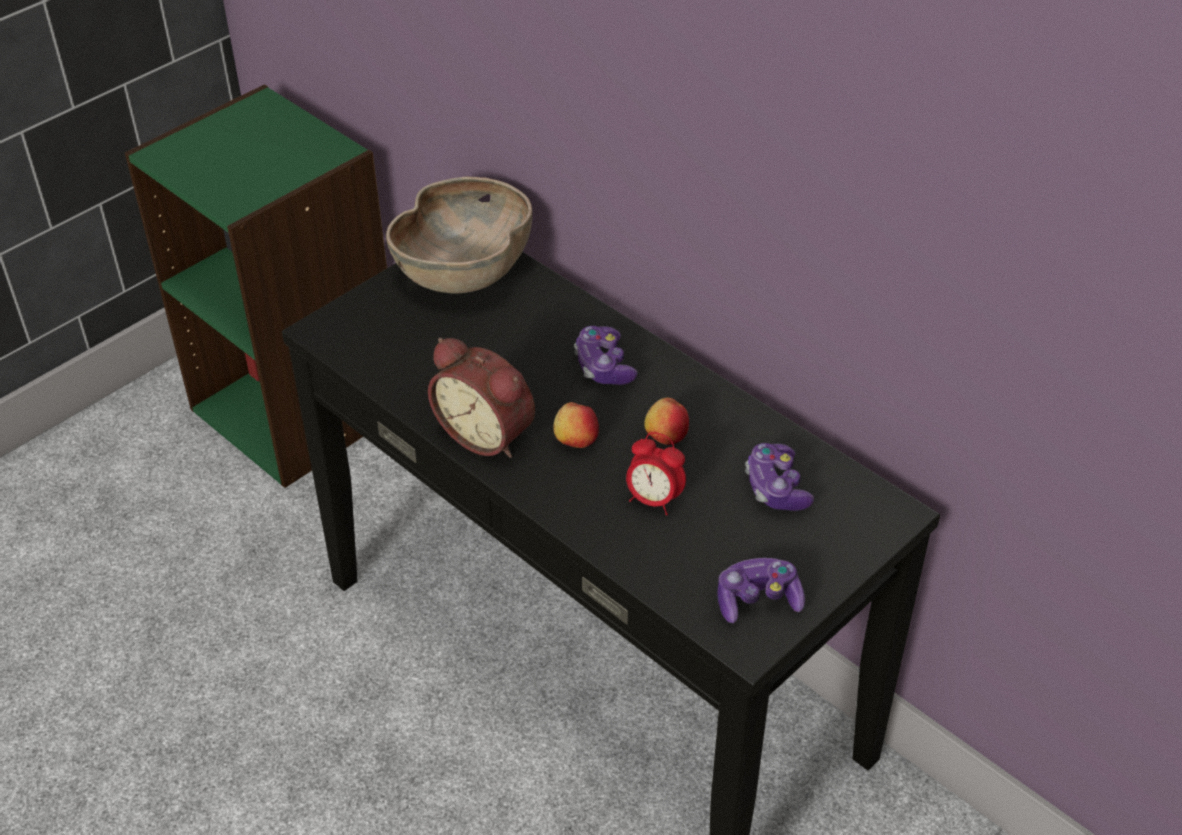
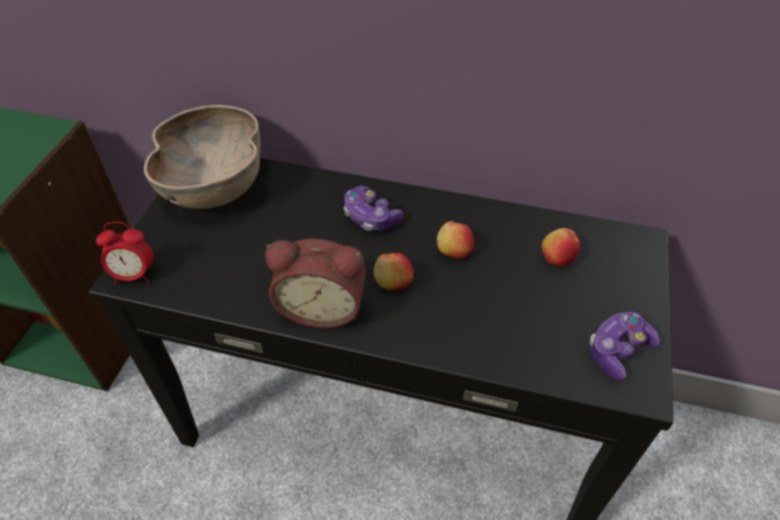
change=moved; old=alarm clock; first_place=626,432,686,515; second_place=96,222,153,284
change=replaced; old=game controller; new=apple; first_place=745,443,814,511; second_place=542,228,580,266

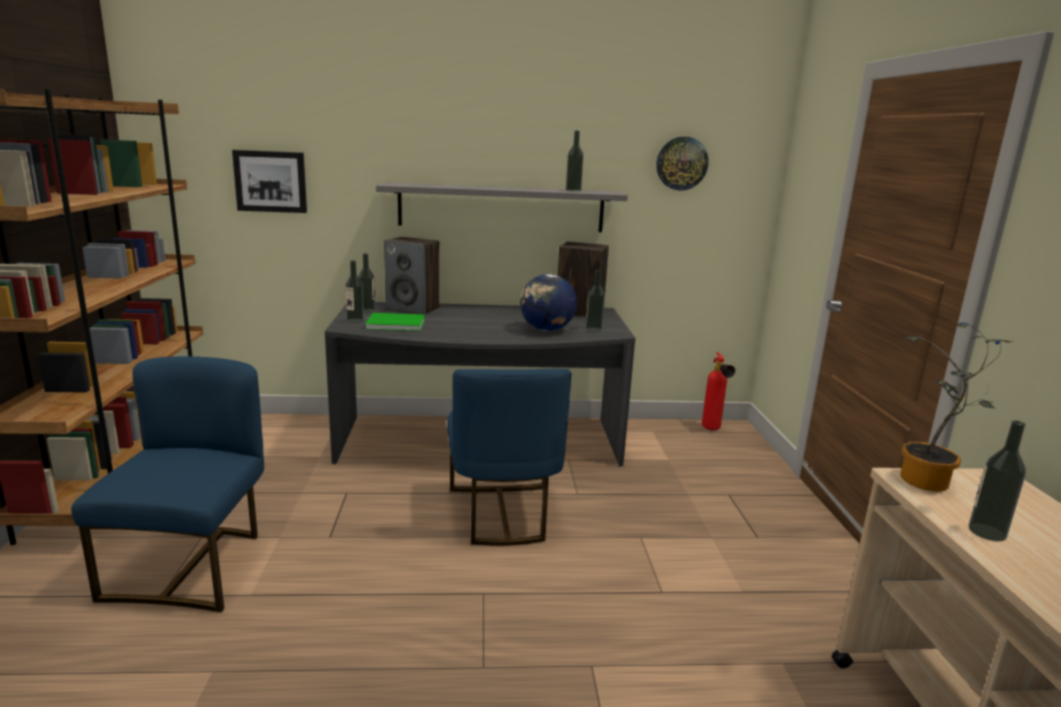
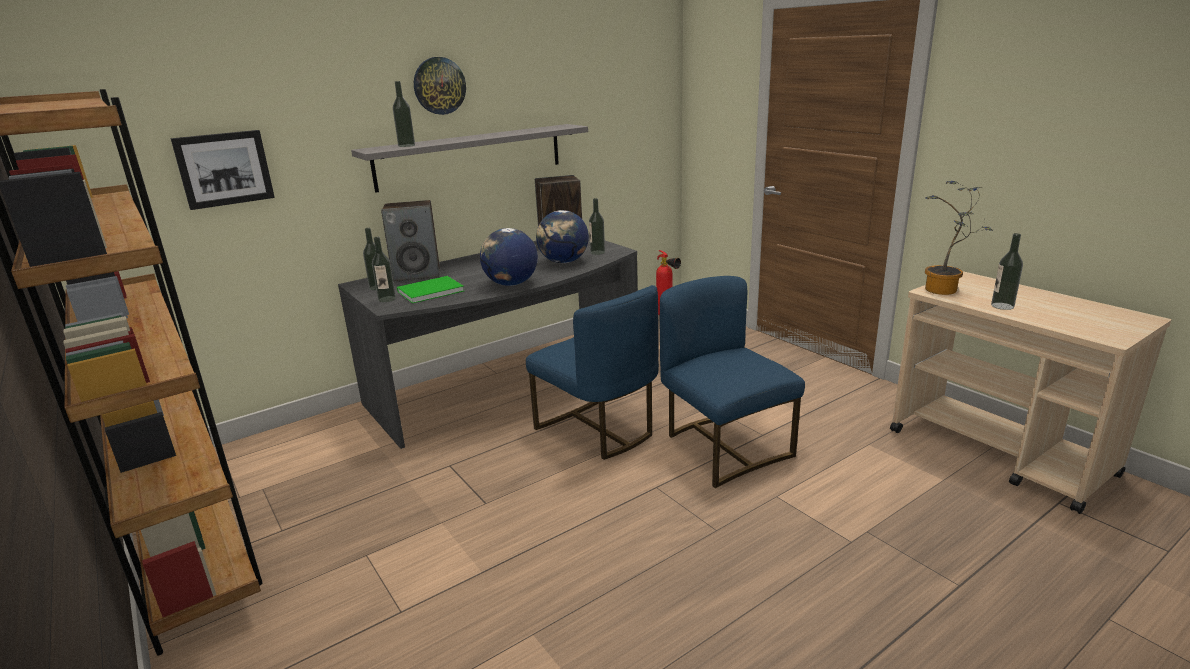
change=moved; old=blue chair; first_place=71,356,264,612; second_place=660,276,805,488
change=moved; old=bottle; first_place=566,131,584,192; second_place=393,81,415,147
change=moved; old=wall clock; first_place=656,137,708,191; second_place=414,57,466,115
change=added; new=globe; second_place=480,228,538,286

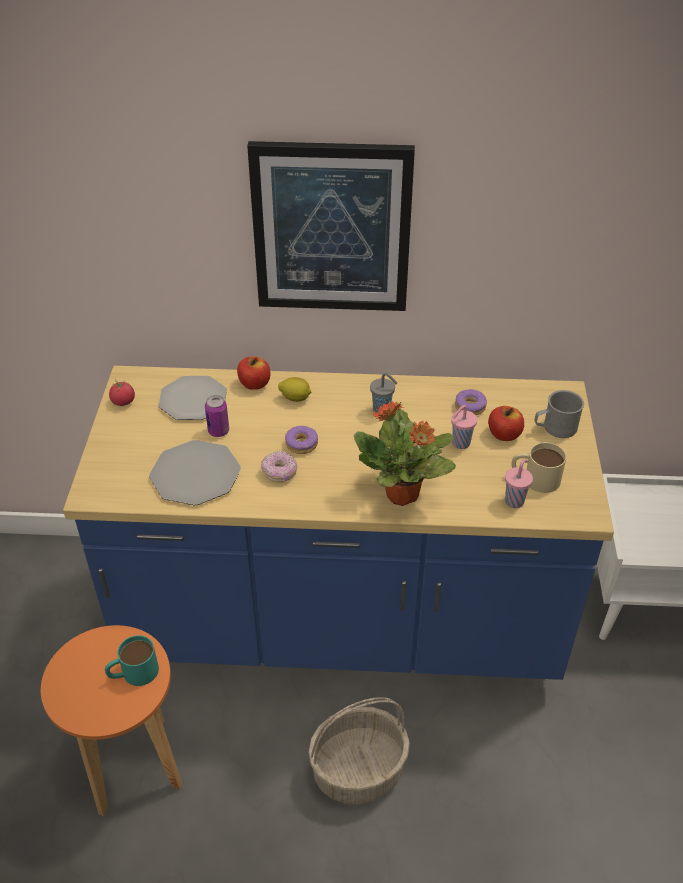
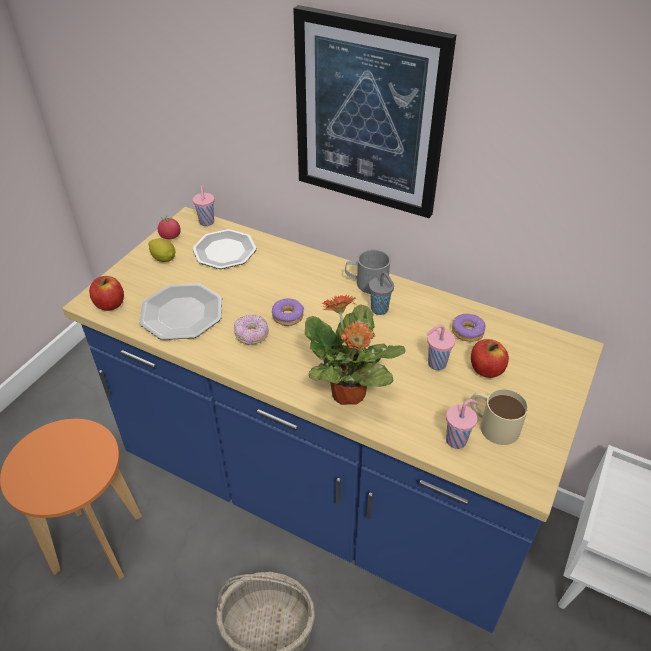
change=removed; old=turquoise mug; first_place=105,635,159,686
change=removed; old=can; first_place=205,395,229,437
change=moved; old=apple; first_place=237,356,271,390; second_place=89,276,124,311
change=moved; old=lemon; first_place=278,377,311,402; second_place=148,238,175,262
change=moved; old=grey mug; first_place=534,390,584,438; second_place=345,249,391,294
change=added; new=pink cup; second_place=193,186,214,226

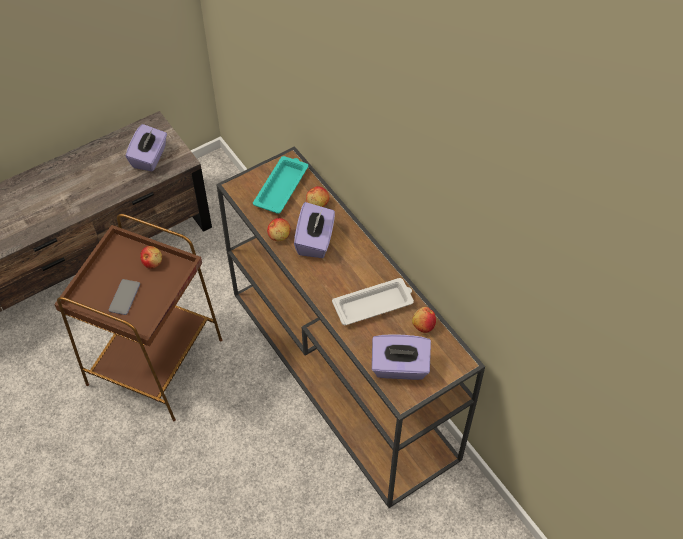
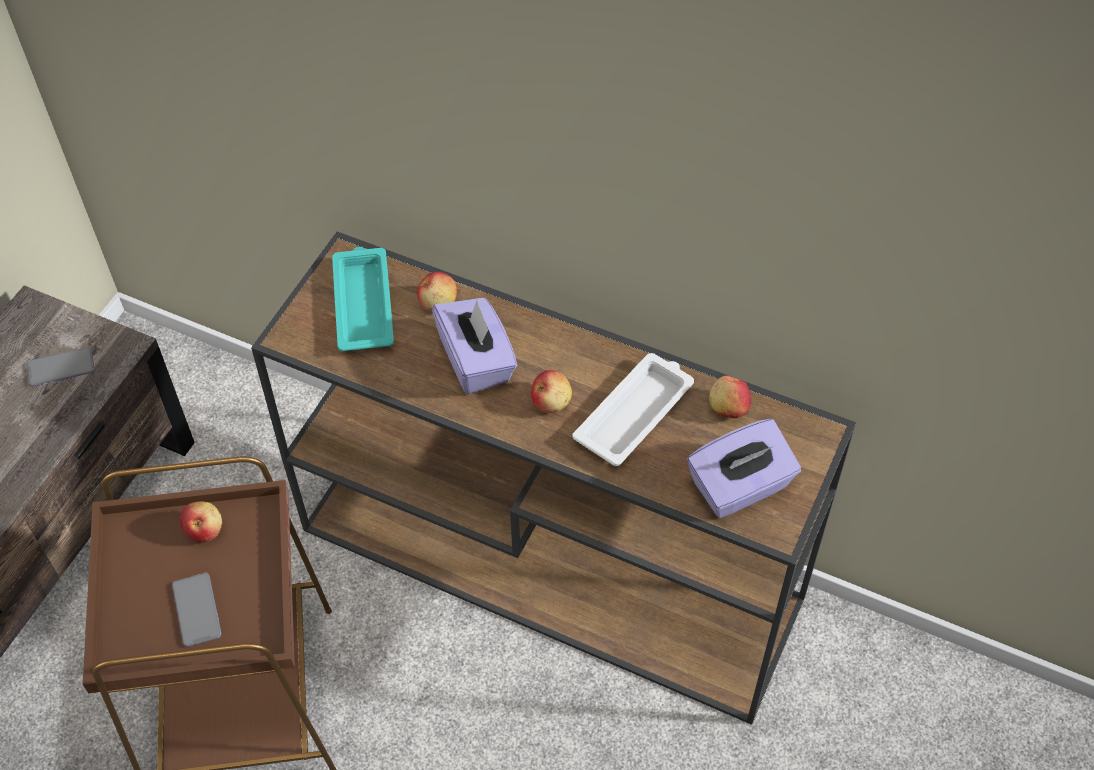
change=replaced; old=purple tissue box; new=phone; first_place=125,124,167,171; second_place=26,347,95,387
change=moved; old=apple; first_place=267,218,290,241; second_place=531,370,572,413

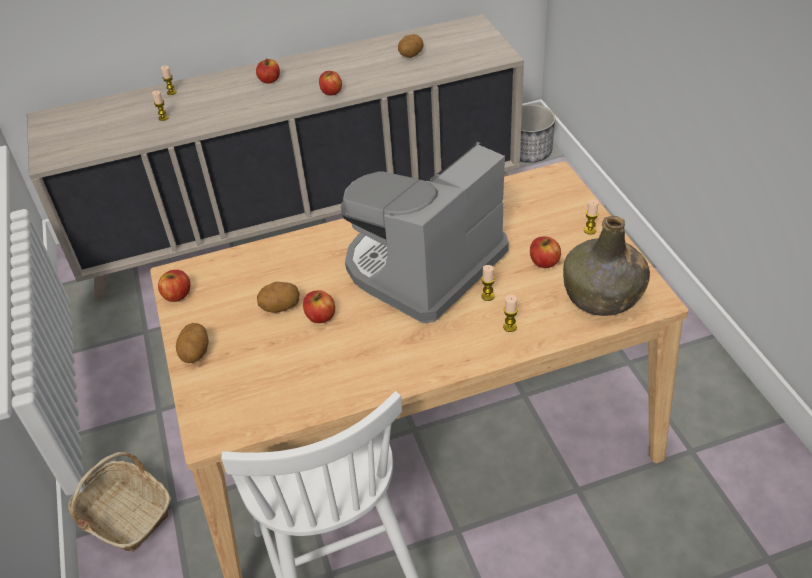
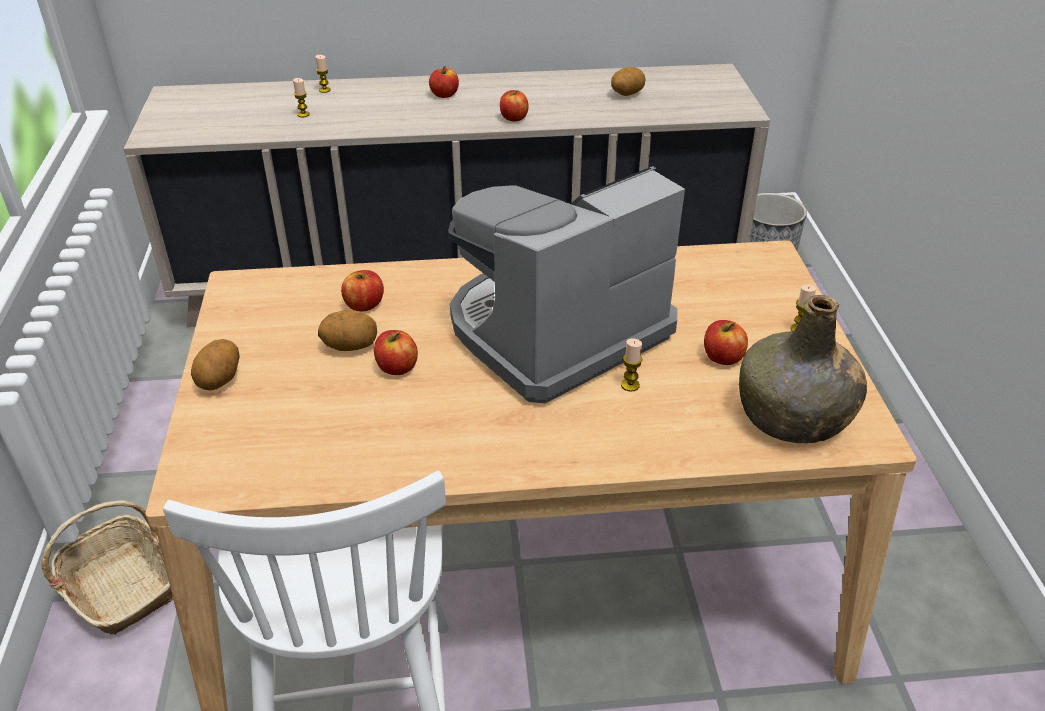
change=moved; old=apple; first_place=158,270,191,302; second_place=341,270,384,312
change=removed; old=candle; first_place=503,294,518,332

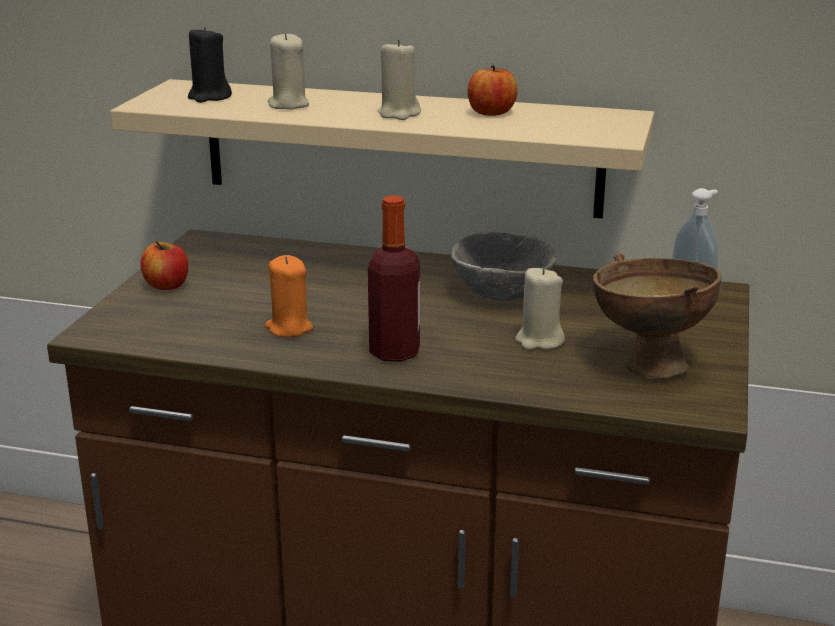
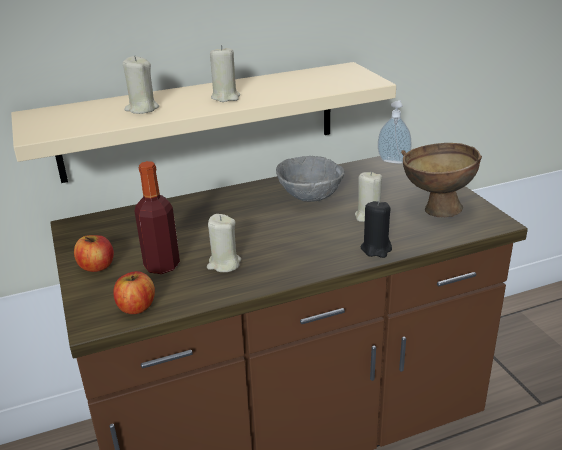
change=moved; old=black candle; first_place=188,26,232,103; second_place=360,201,392,258
change=recoloured; old=orange candle; new=beige candle; first_place=265,255,313,337; second_place=207,214,241,272
change=moved; old=bottle; first_place=368,195,420,362; second_place=134,161,180,274
change=moved; old=apple; first_place=468,65,518,116; second_place=113,271,155,314

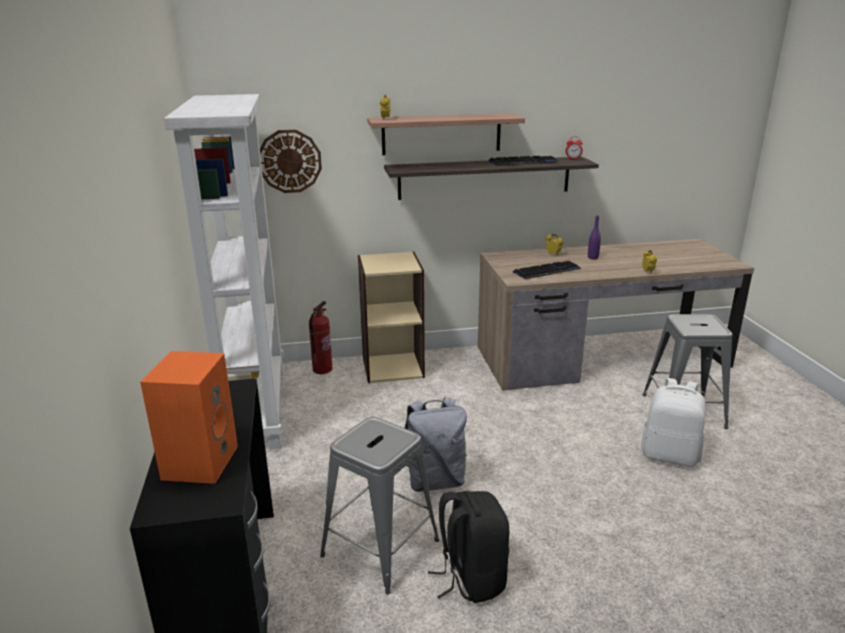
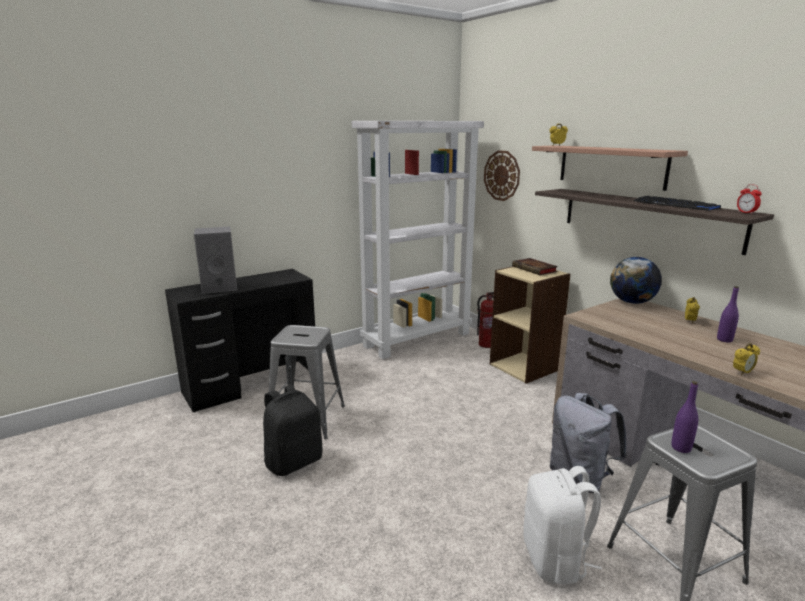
change=recoloured; old=orange speaker; new=grey speaker; first_place=140,351,238,484; second_place=194,226,237,294
change=moved; old=grey backpack; first_place=405,397,467,492; second_place=550,393,627,493
change=removed; old=keyboard; first_place=513,261,581,279
change=added; new=book; second_place=512,258,558,275
change=added; new=globe; second_place=610,257,662,304
change=added; new=purple bottle; second_place=671,381,698,453

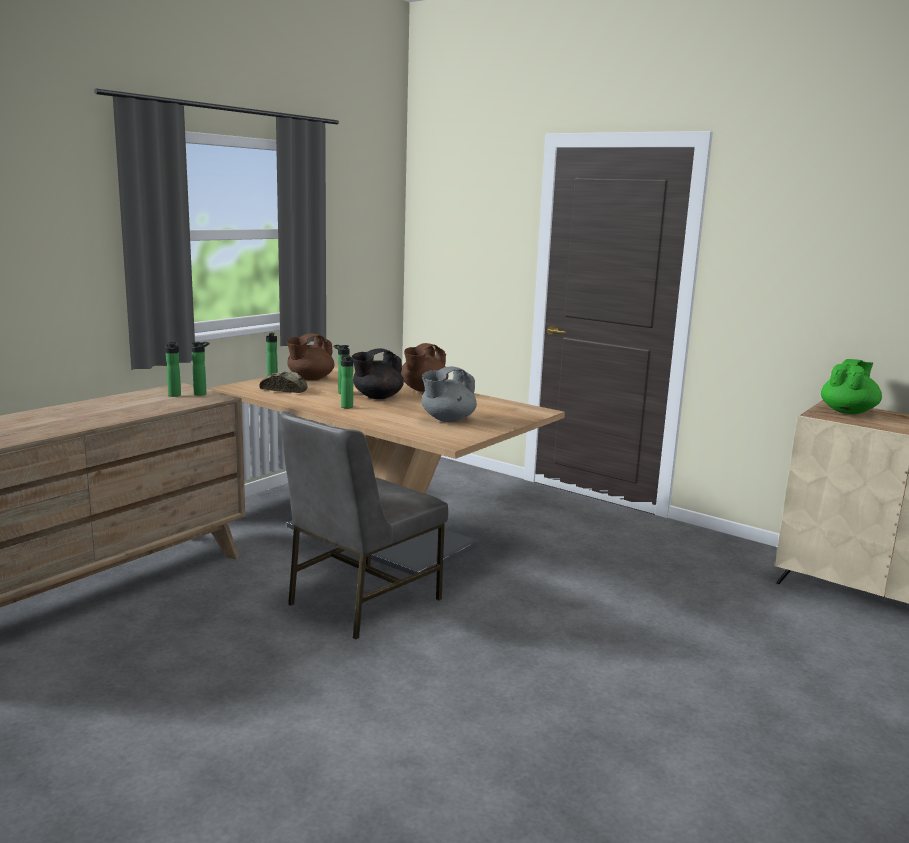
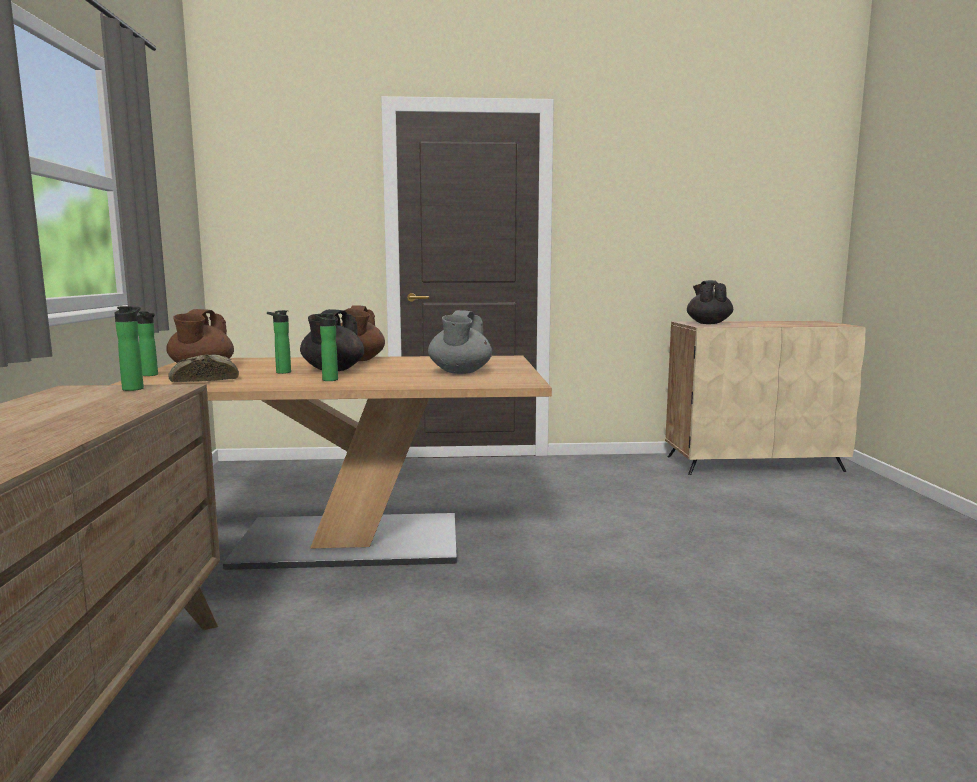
change=removed; old=bottle; first_place=165,342,181,397
change=removed; old=grey chair; first_place=280,411,448,639
change=recoloured; old=green teapot; new=black teapot; first_place=821,359,882,414; second_place=687,280,733,324

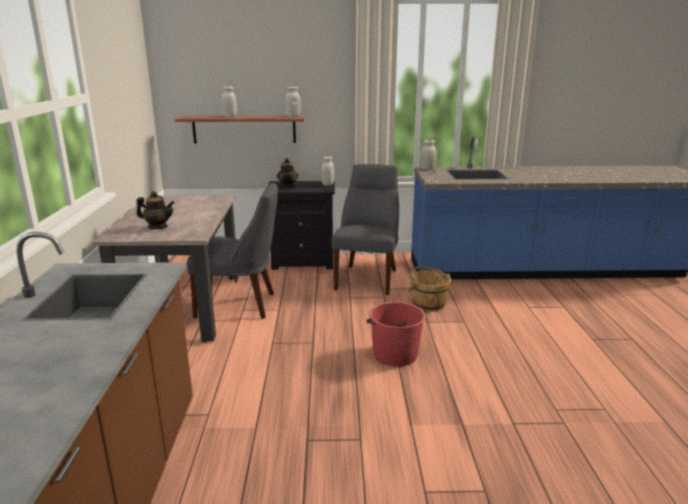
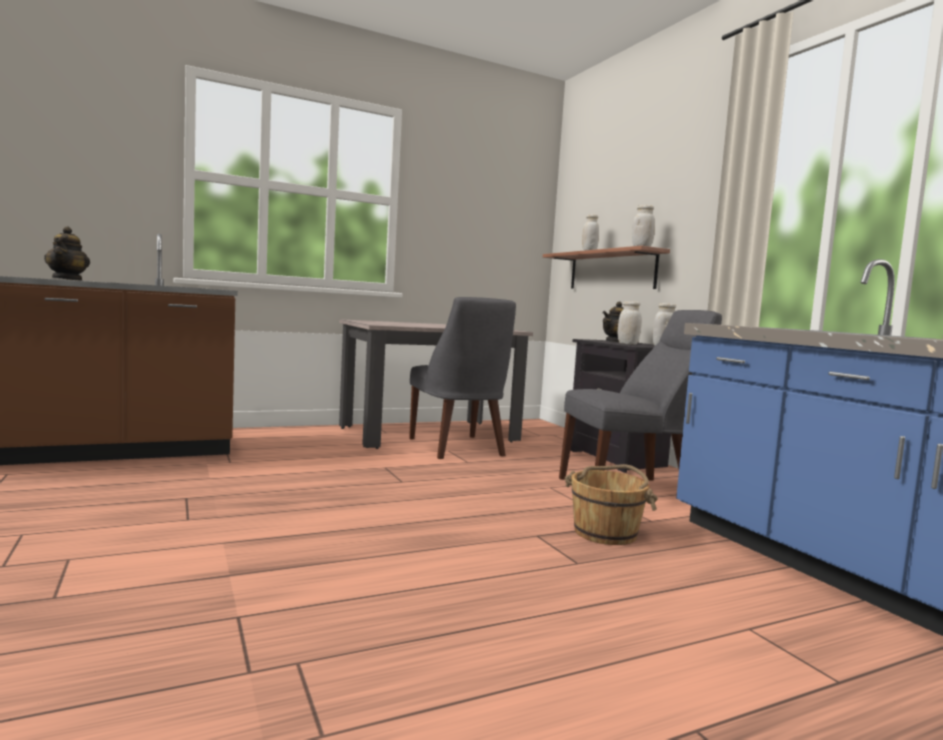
change=moved; old=teapot; first_place=136,191,174,229; second_place=44,226,90,281
change=removed; old=red bucket; first_place=367,302,426,366
change=moved; old=white jar; first_place=421,140,436,170; second_place=618,301,642,345

